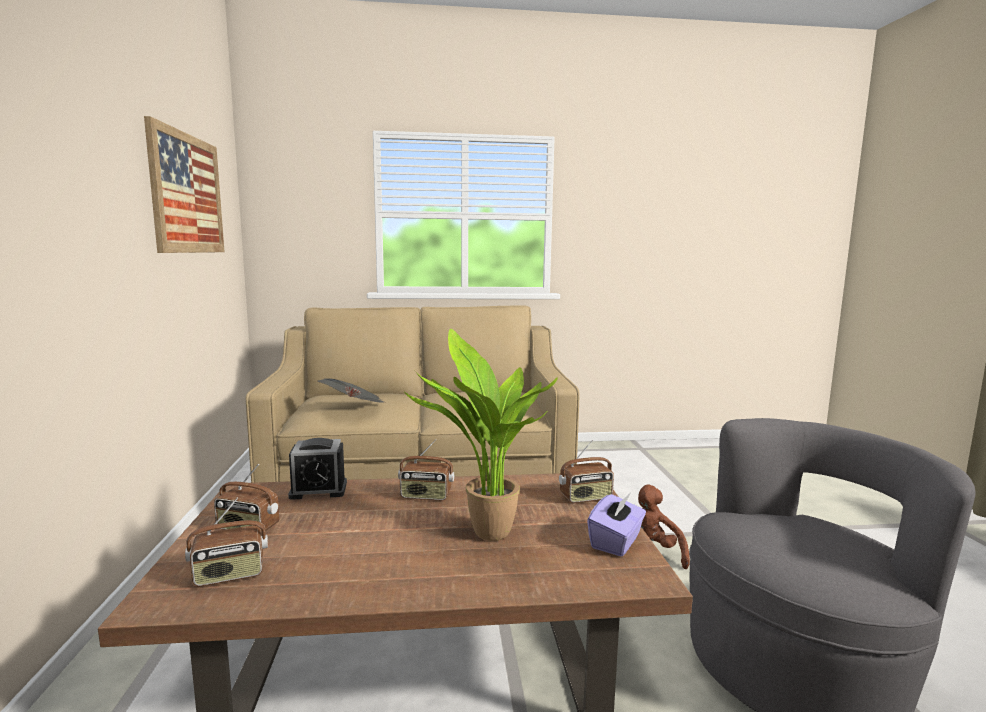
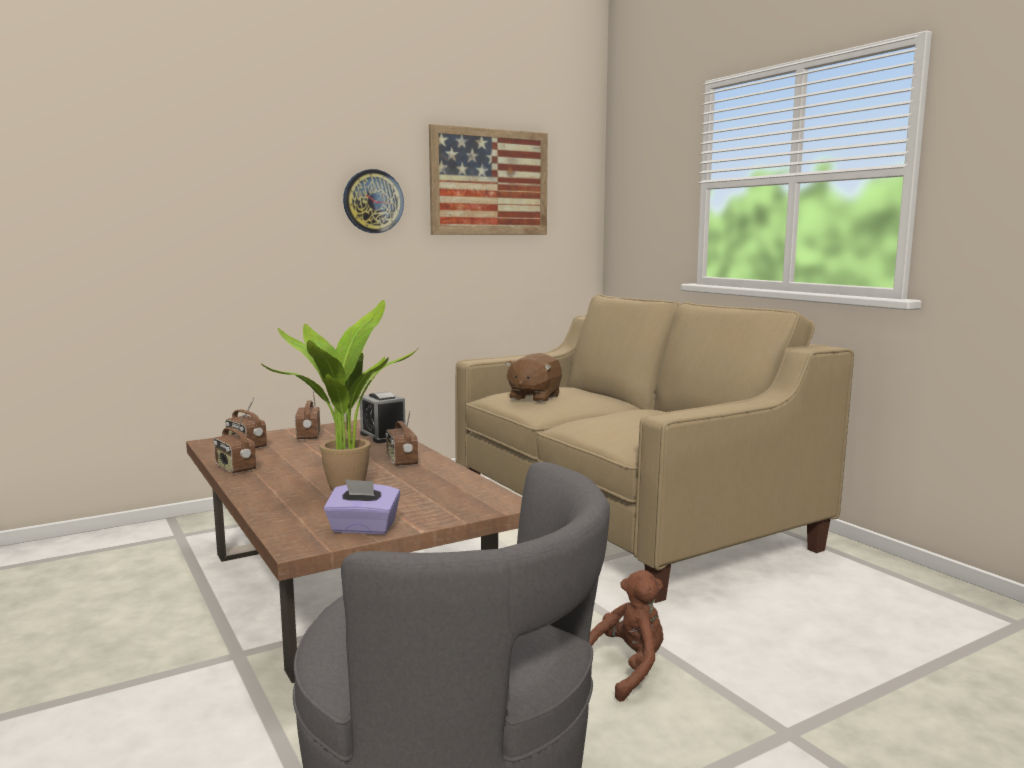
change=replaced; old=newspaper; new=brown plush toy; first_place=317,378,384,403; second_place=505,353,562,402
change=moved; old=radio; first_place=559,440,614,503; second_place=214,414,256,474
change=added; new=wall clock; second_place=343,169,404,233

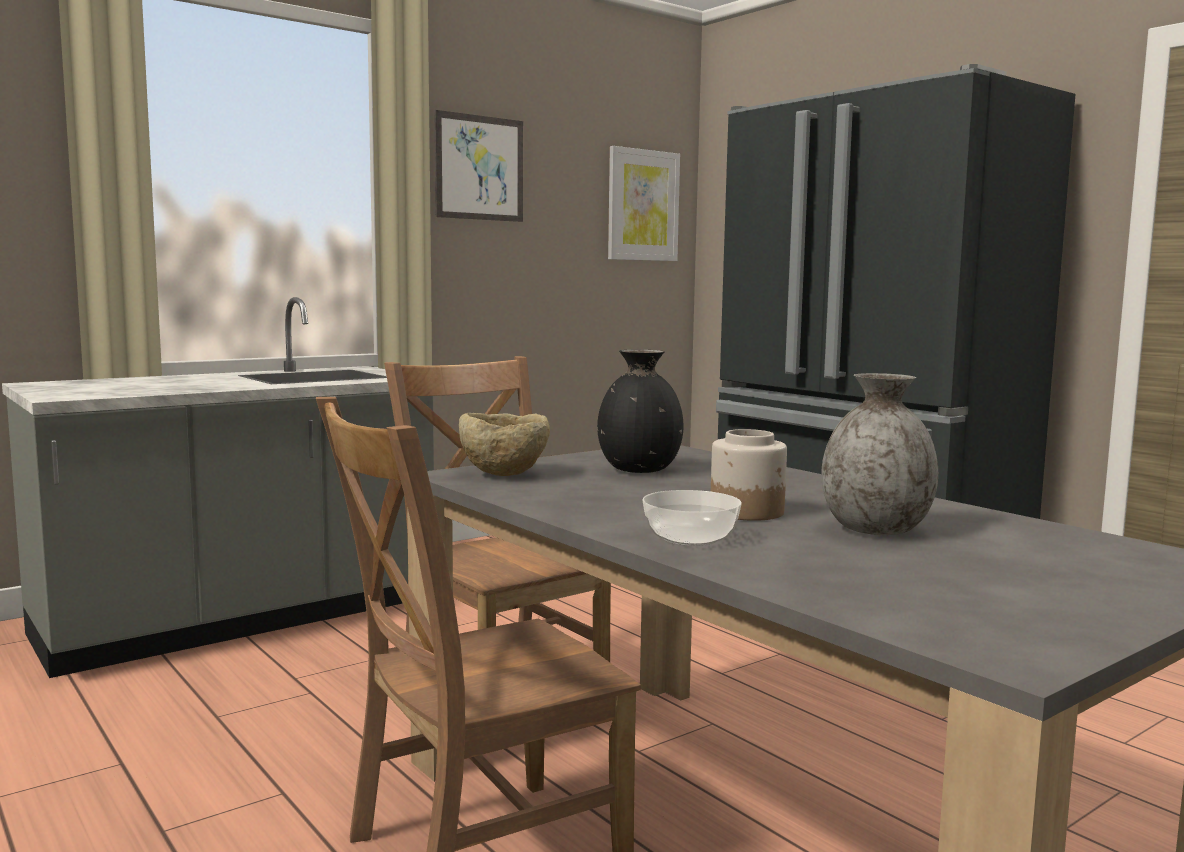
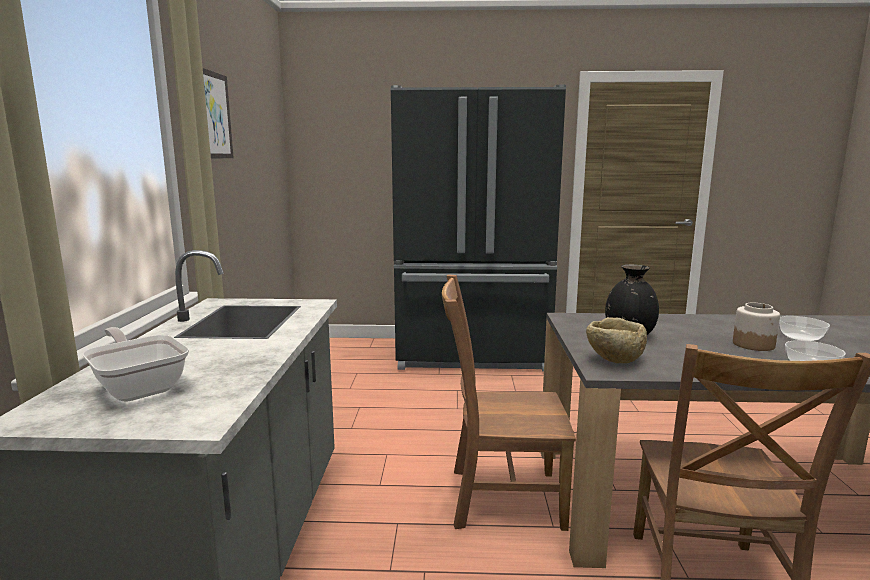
change=removed; old=picture; first_place=608,146,680,261
change=replaced; old=grey vase; new=bowl; first_place=821,373,938,535; second_place=779,316,830,342
change=added; new=frying pan; second_place=82,327,189,402

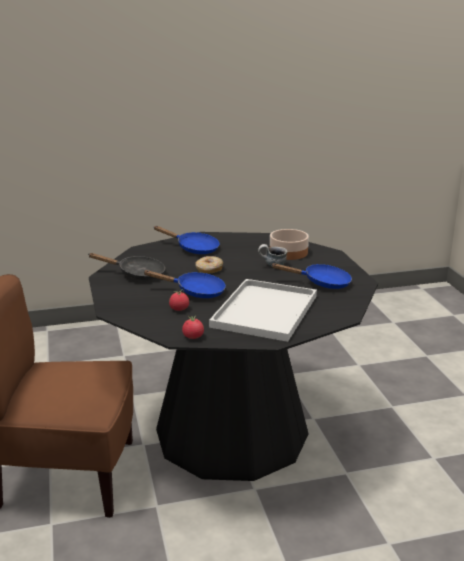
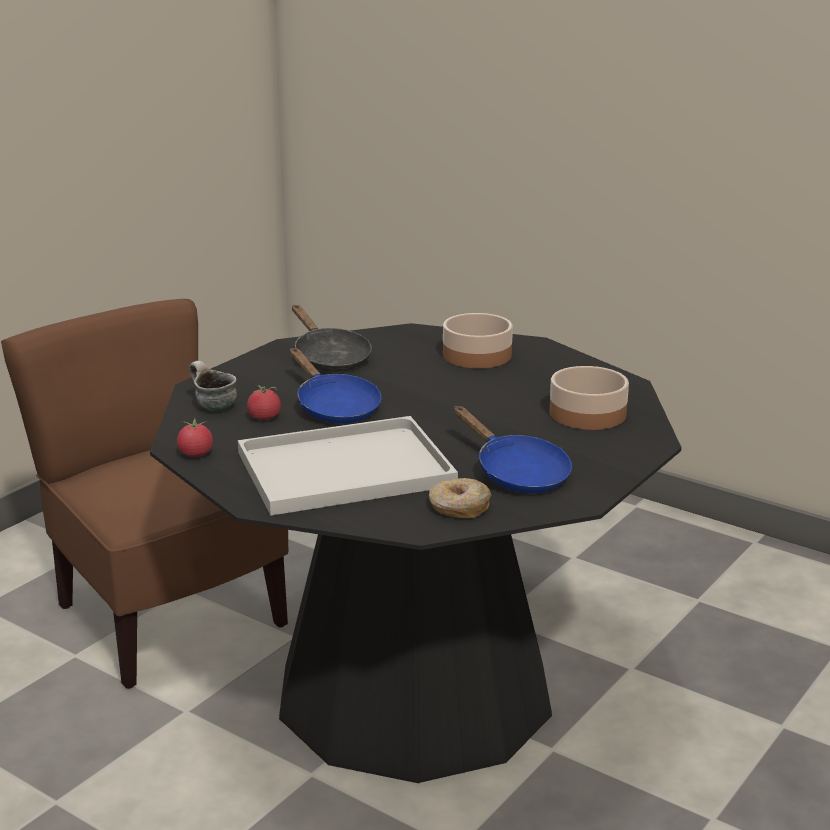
change=replaced; old=blue frying pan; new=bowl; first_place=153,226,219,254; second_place=443,313,513,368
change=moved; old=donut; first_place=195,256,223,273; second_place=429,478,491,518
change=moved; old=mug; first_place=258,244,288,266; second_place=189,361,237,411

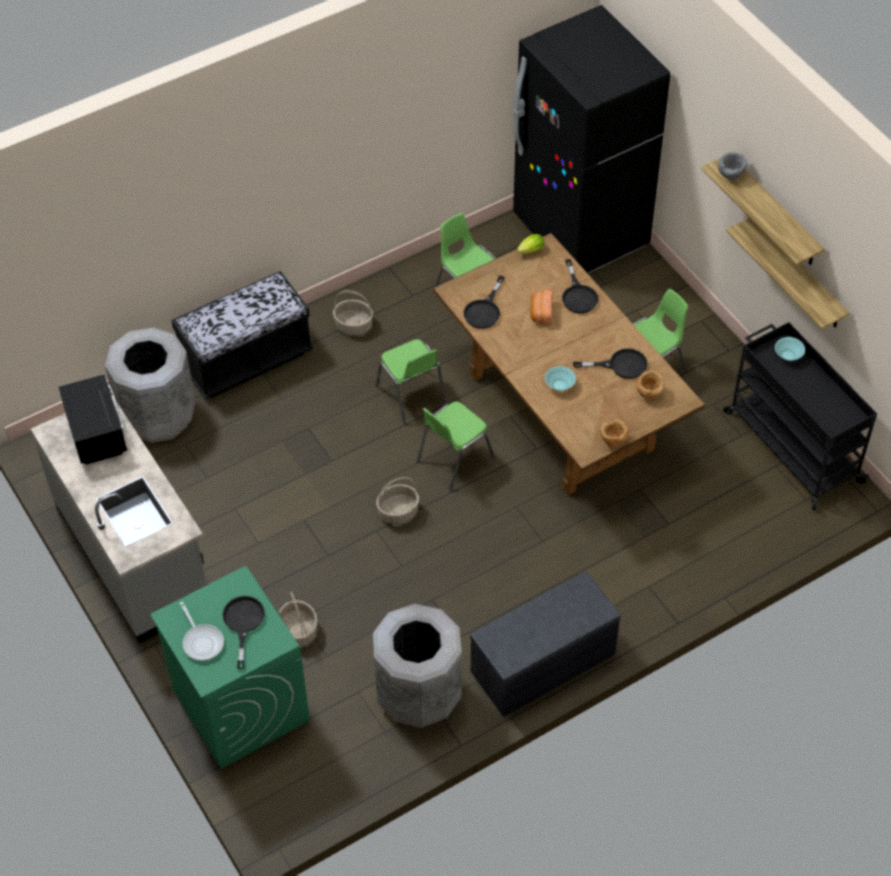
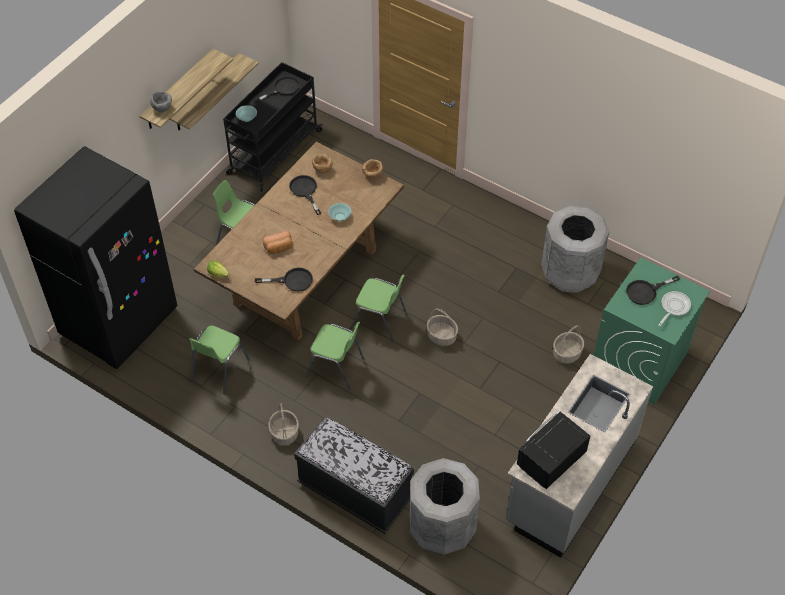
change=turned; old=green chair; first_place=376,339,446,425; second_place=306,322,365,389; degrees=75
change=removed; old=grey bench; first_place=470,572,621,717
change=moved; old=black frying pan; first_place=562,259,598,313; second_place=254,76,300,103

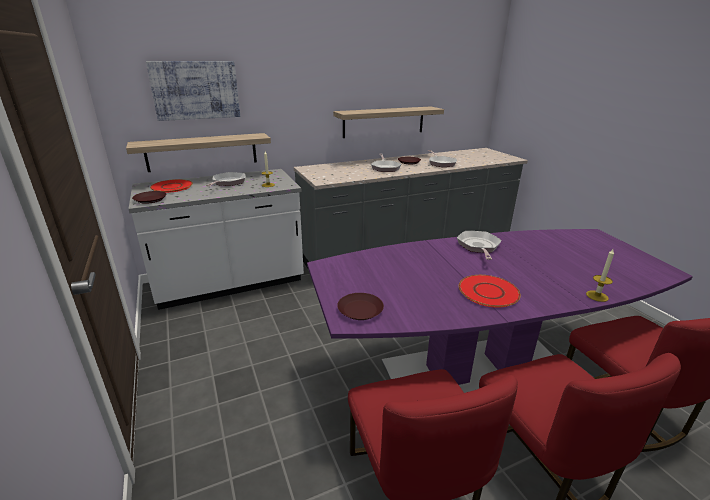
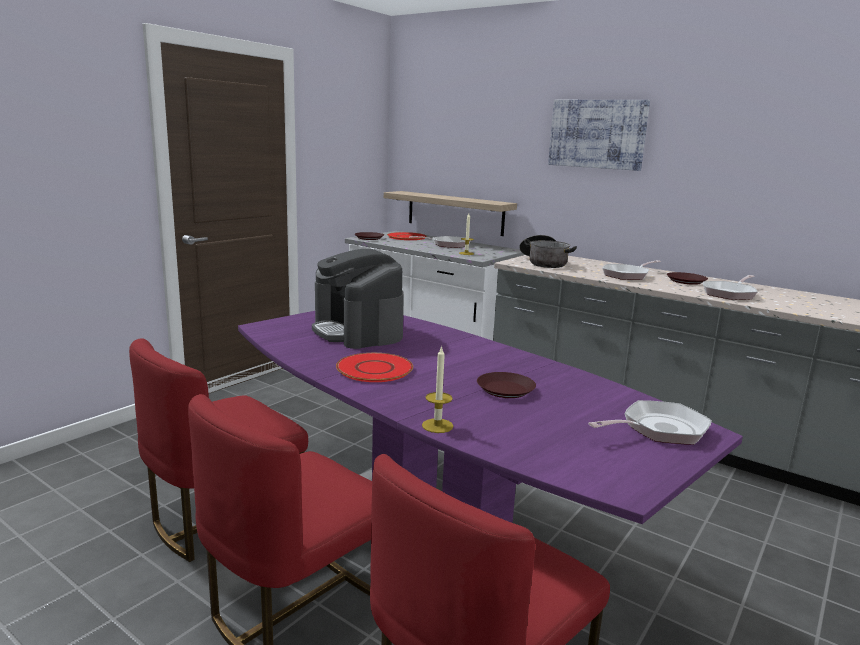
change=moved; old=picture; first_place=146,61,240,121; second_place=548,100,650,171
change=removed; old=shelf; first_place=333,106,444,138
change=moved; old=brown plate; first_place=337,293,384,320; second_place=477,372,536,398
change=moved; old=frying pan; first_place=457,231,502,260; second_place=588,400,712,445
change=added; new=coffee machine; second_place=312,249,404,349
change=added; new=cooking pot; second_place=519,235,577,268

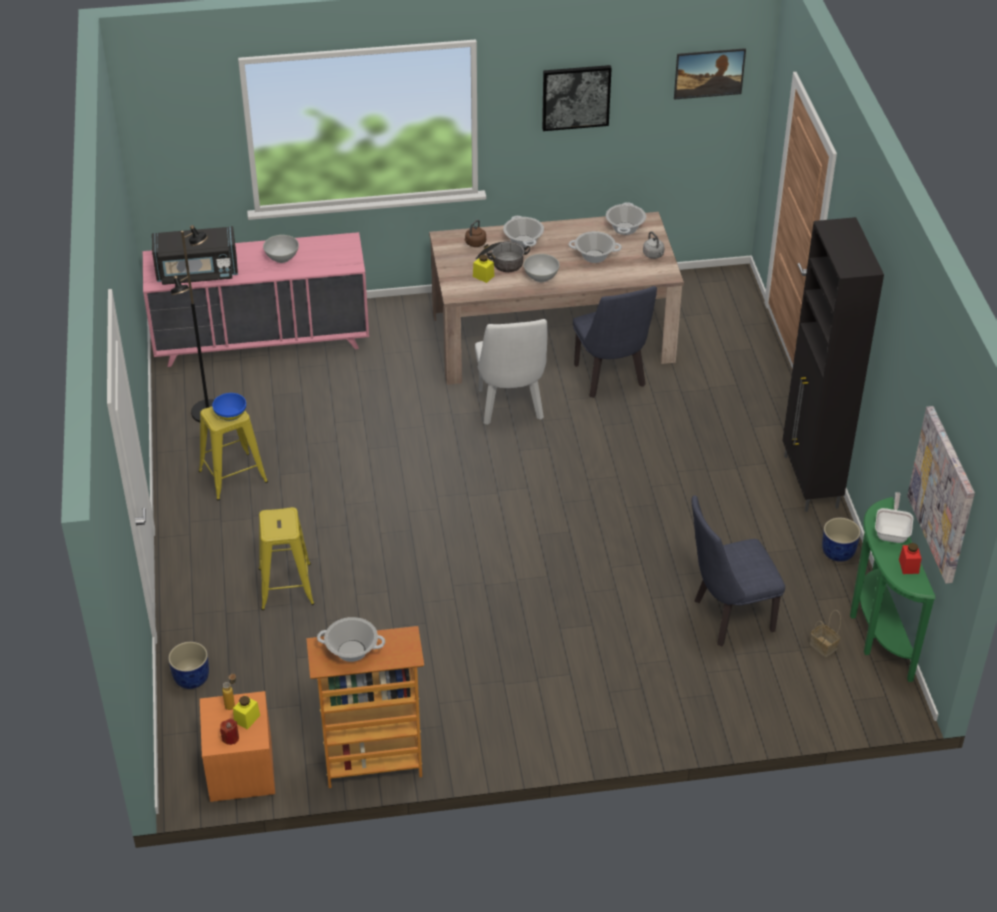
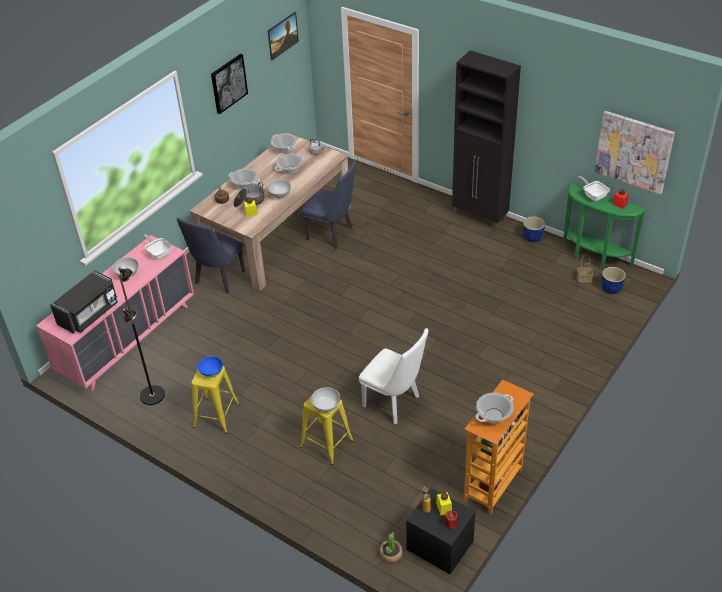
change=moved; old=blue planter; first_place=168,642,209,689; second_place=601,267,626,294
change=recoloured; old=orange nightstand; new=black nightstand; first_place=200,691,275,802; second_place=406,488,476,574
change=moved; old=white chair; first_place=475,319,548,425; second_place=359,328,428,424
change=moved; old=blue chair; first_place=691,495,785,646; second_place=177,218,245,293
change=added; new=frying pan; second_place=143,234,172,260
change=added; new=white bowl; second_place=311,387,340,412
change=added; new=potted plant; second_place=380,532,403,563

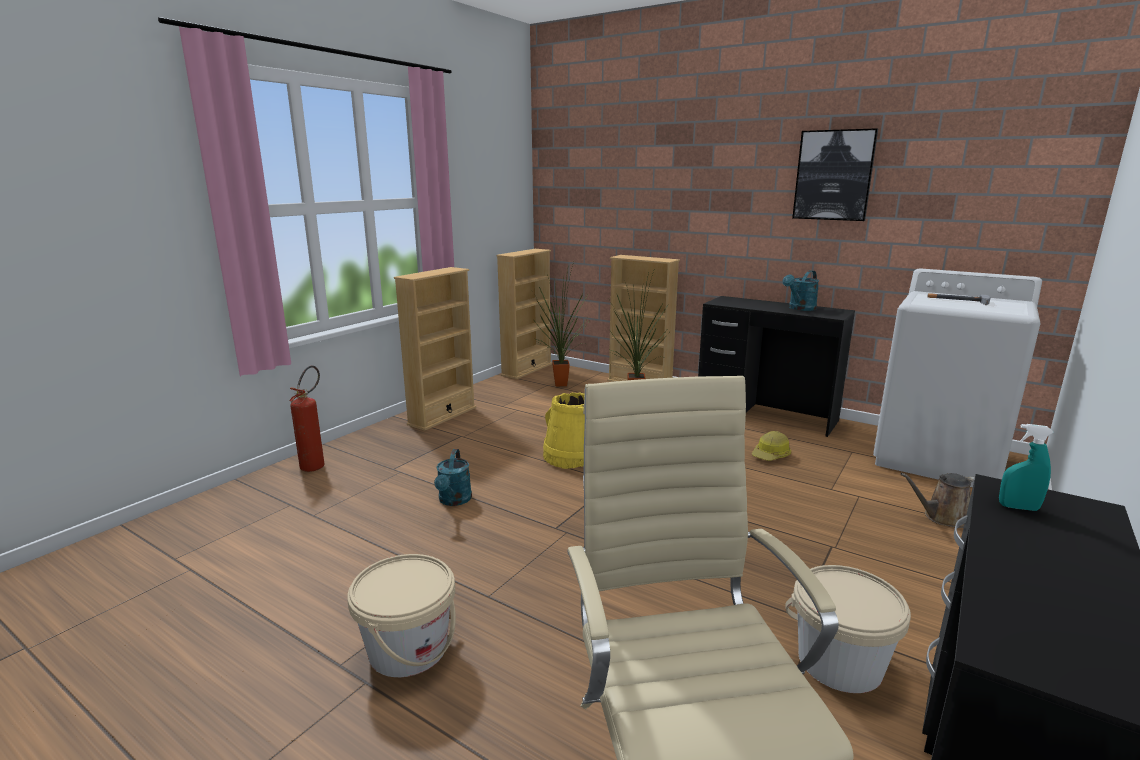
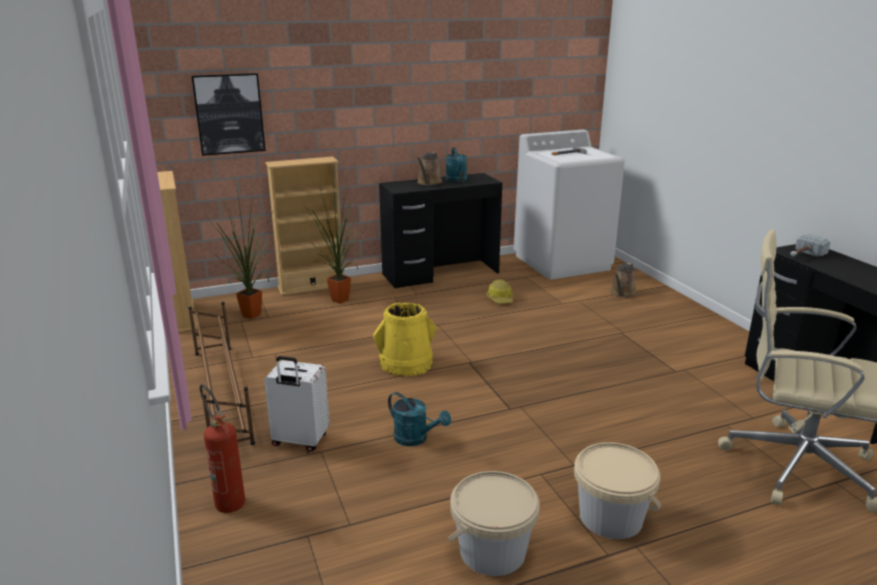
change=replaced; old=beige bookcase; new=brown shoe rack; first_place=394,267,476,431; second_place=188,302,255,445
change=moved; old=beige bucket; first_place=785,565,911,693; second_place=448,471,540,576
change=moved; old=picture; first_place=792,128,878,221; second_place=191,73,265,156
change=replaced; old=turquoise spray bottle; new=hammer; first_place=999,424,1054,511; second_place=790,234,830,257
change=added; new=white suitcase; second_place=264,356,330,452
change=added; new=brown watering can; second_place=417,152,443,185

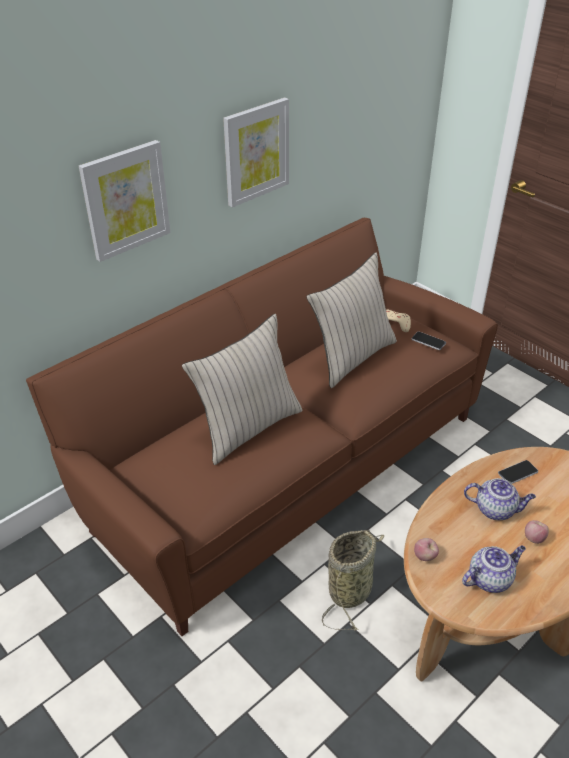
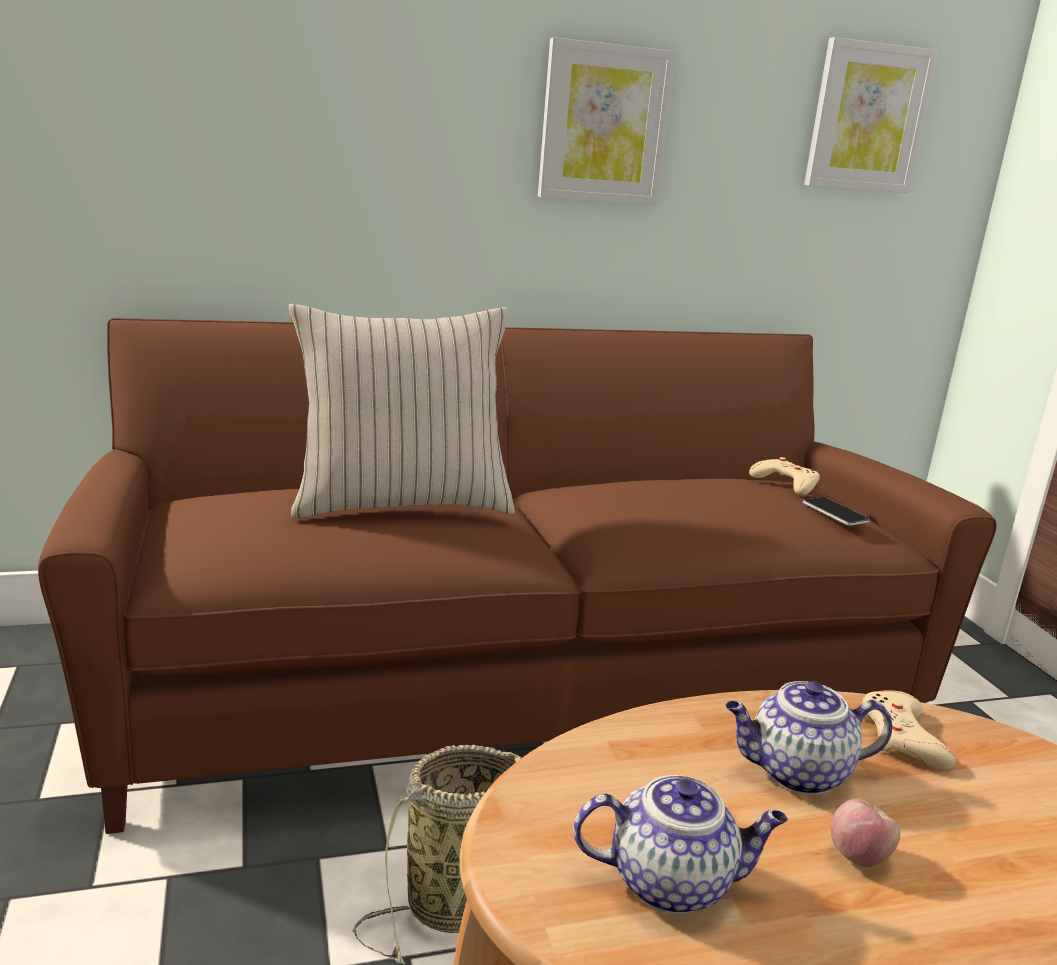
change=moved; old=picture; first_place=79,140,170,262; second_place=804,37,938,193
change=removed; old=beige pillow; first_place=306,253,397,388
change=removed; old=apple; first_place=414,538,439,561
change=turned; old=teapot; first_place=464,478,536,520; second_place=725,681,893,795; degrees=135
change=replaced; old=phone; new=beige game controller; first_place=498,460,538,484; second_place=862,690,955,770

